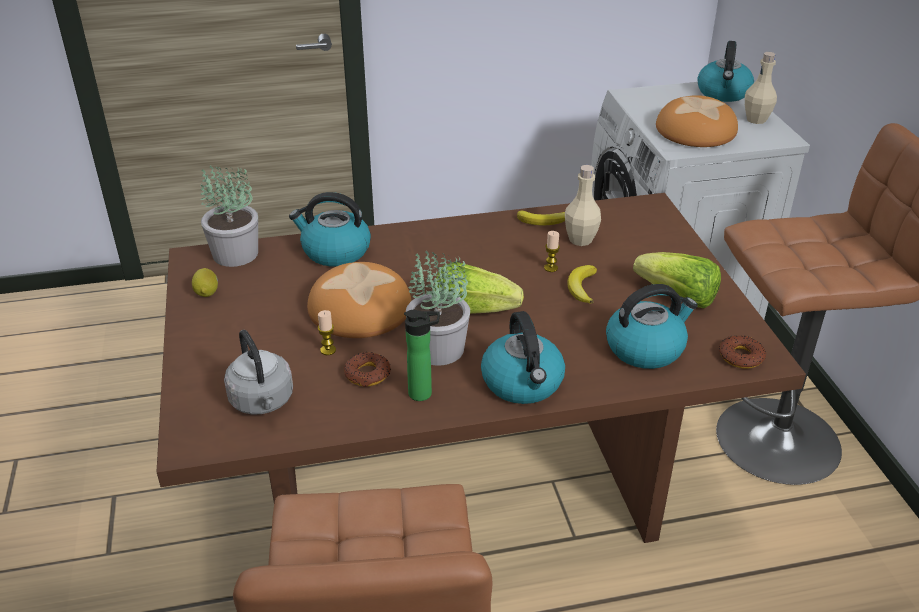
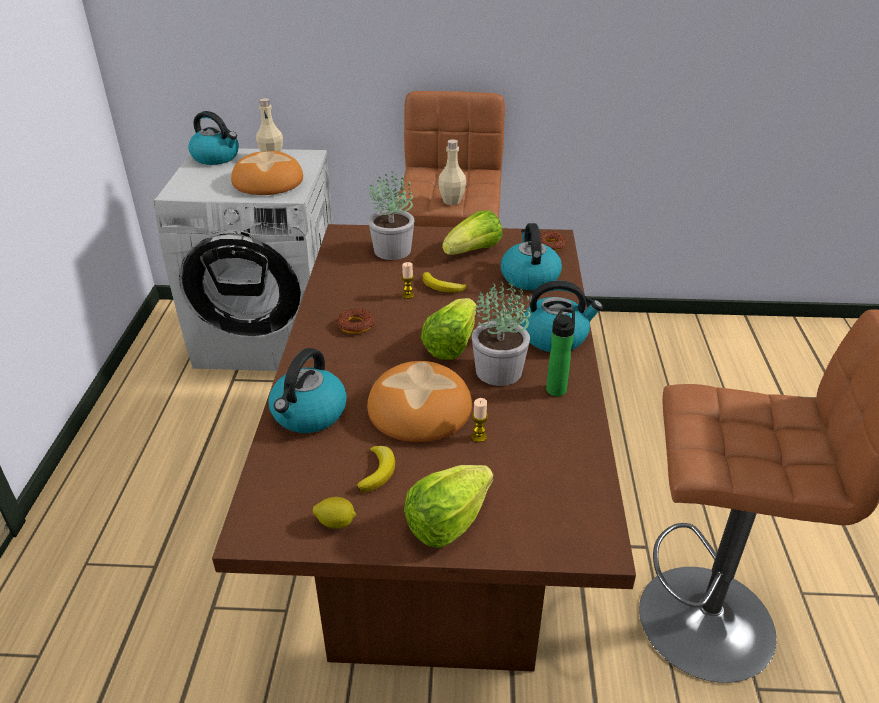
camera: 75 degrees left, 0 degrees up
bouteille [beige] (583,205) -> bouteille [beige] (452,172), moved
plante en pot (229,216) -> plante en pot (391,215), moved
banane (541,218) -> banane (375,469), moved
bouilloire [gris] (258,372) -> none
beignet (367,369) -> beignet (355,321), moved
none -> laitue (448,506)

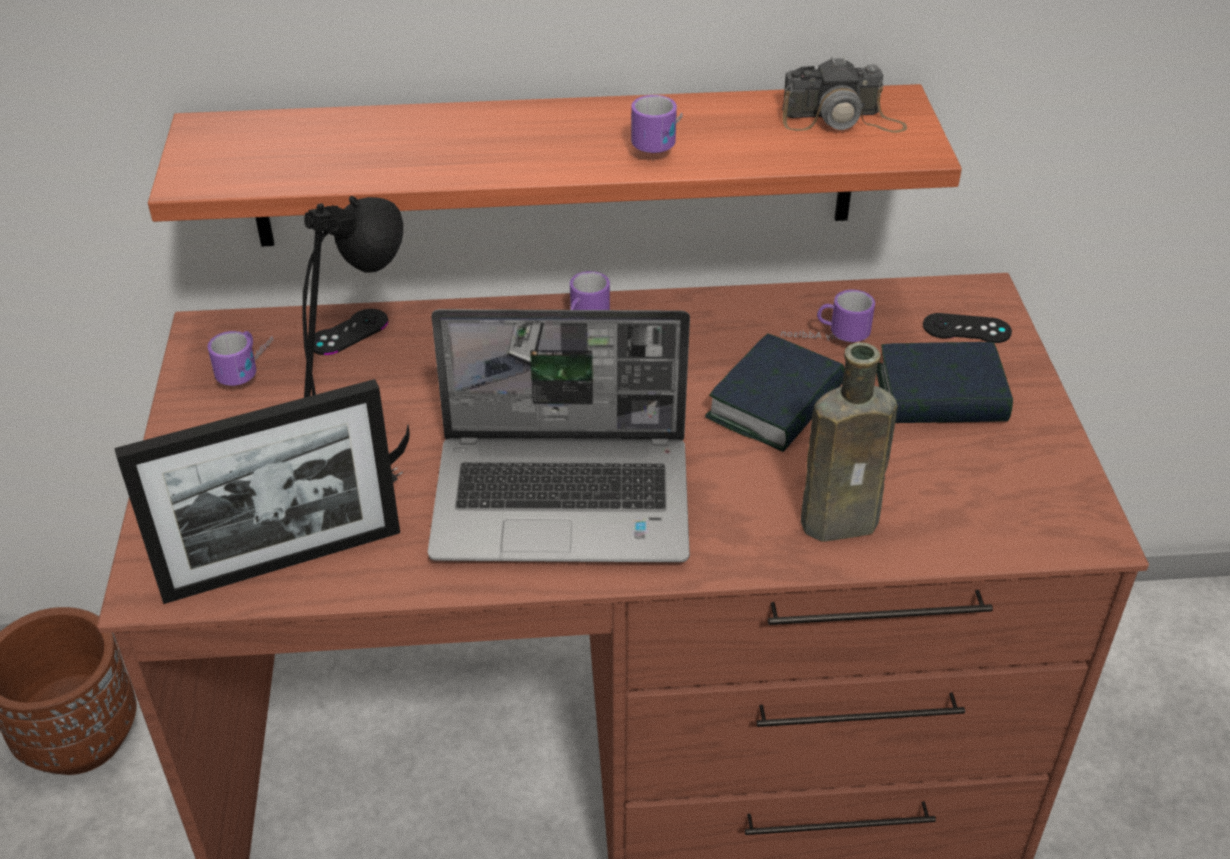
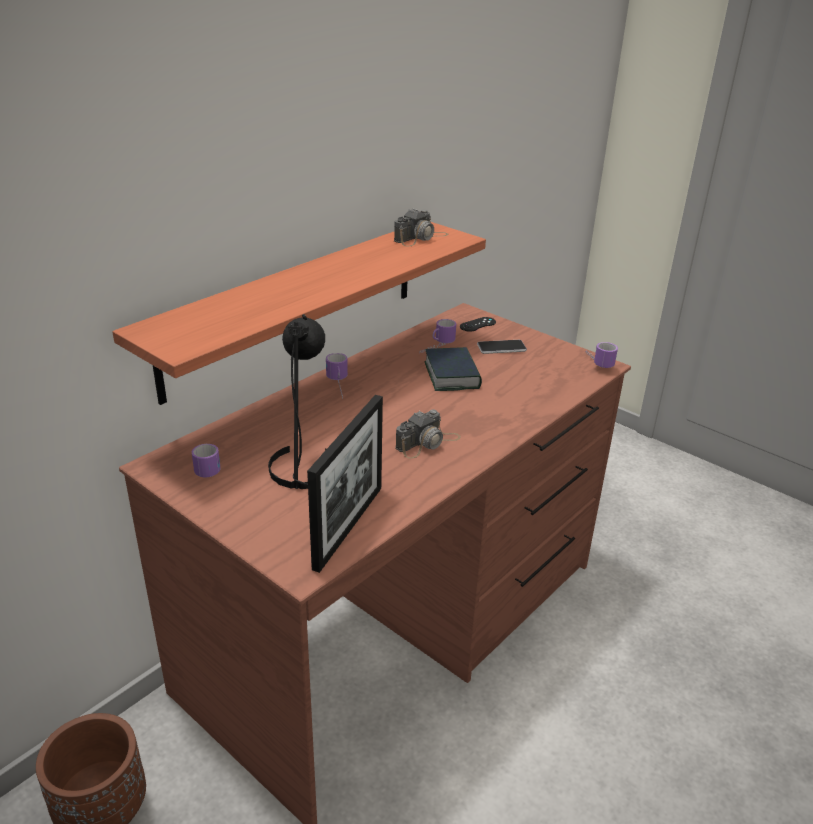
camera: 45 degrees left, 10 degrees down
mug (656,124) -> mug (601,355), moved
manette [noir] (351,332) -> none
ordinateur portable (559,435) -> appareil photo (428,434)
bouteille [marron] (849,442) -> none
livre (945,382) -> téléphone (502,347)

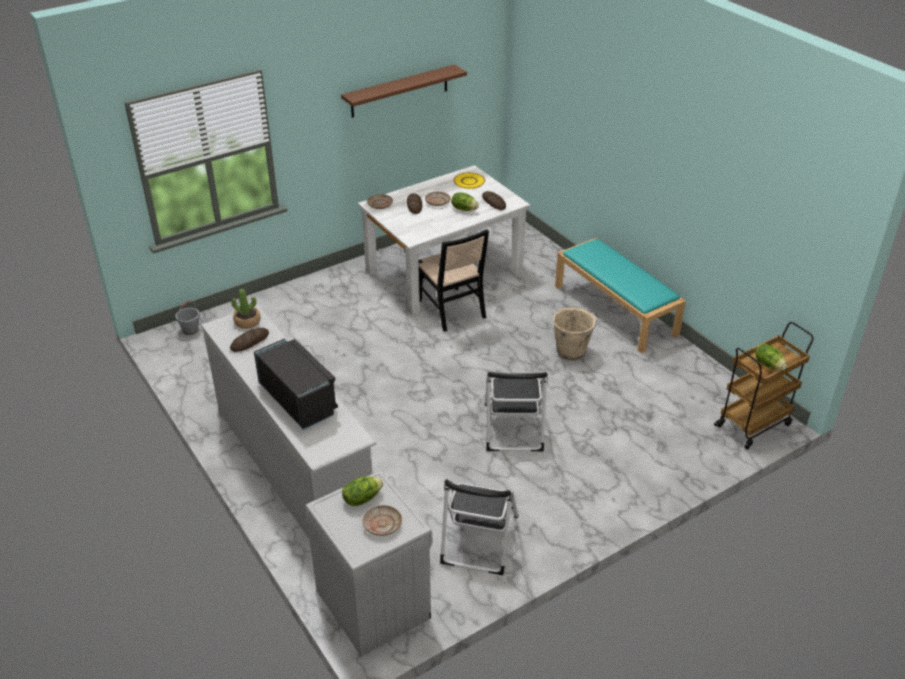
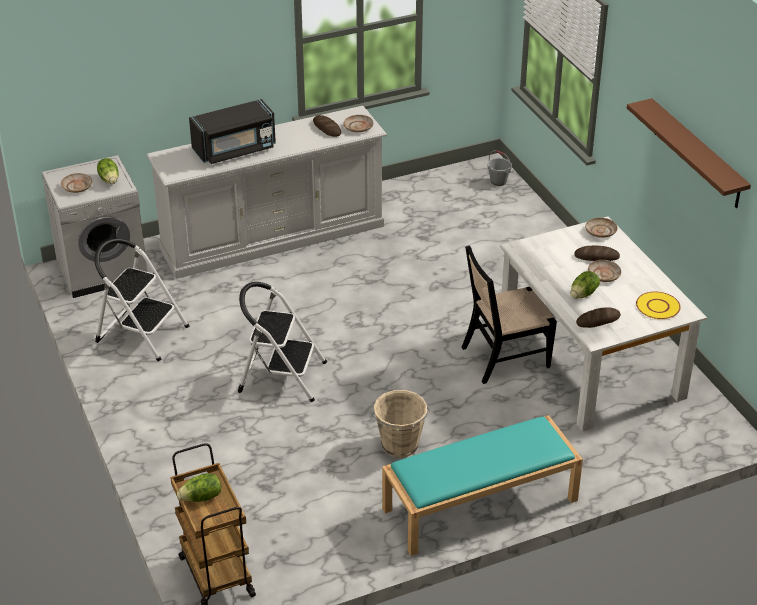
camera: 100 degrees right, 0 degrees up
plante en pot (246,309) -> assiette [beige] (358,123)

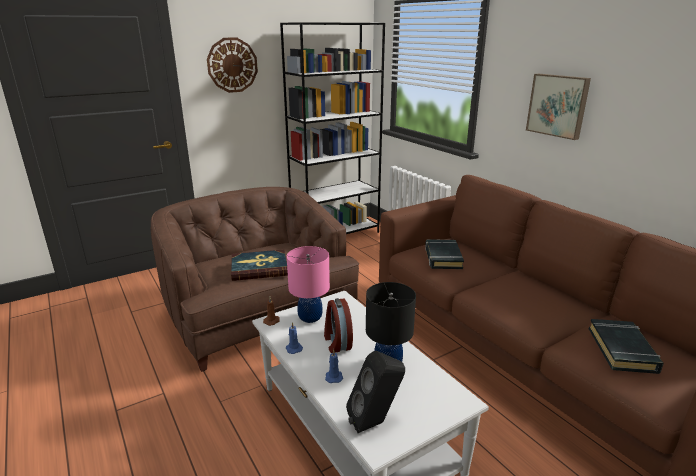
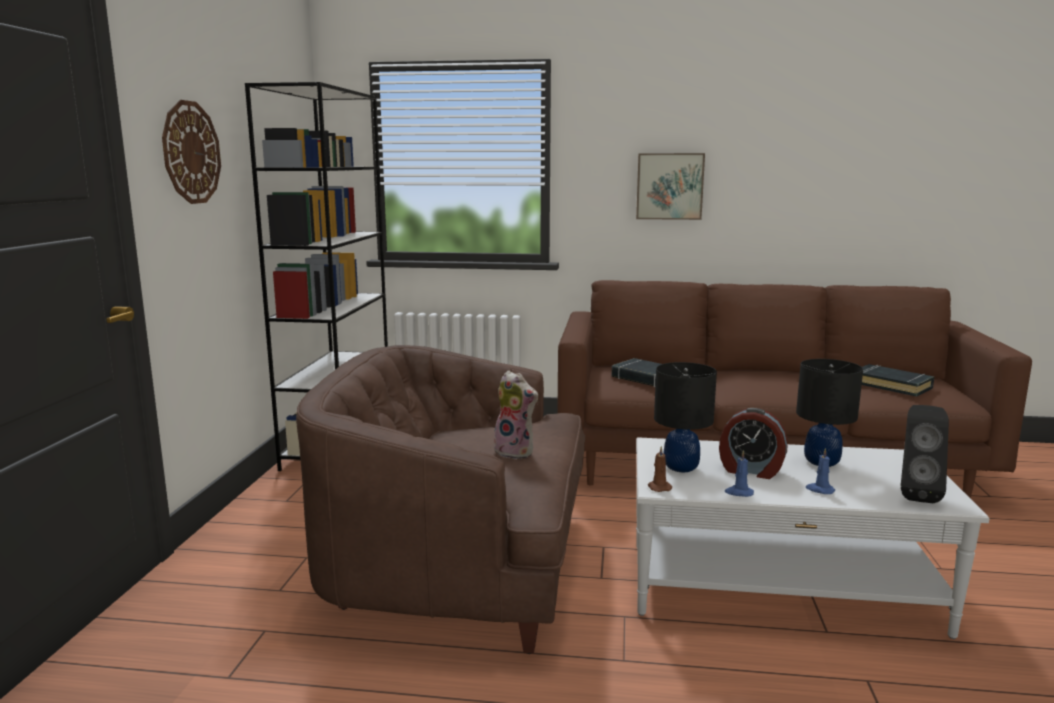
camera: 50 degrees left, 10 degrees down
lampe de table [rose] (308,284) -> lampe de table [noir] (685,417)
livre (259,265) -> peluche (514,415)

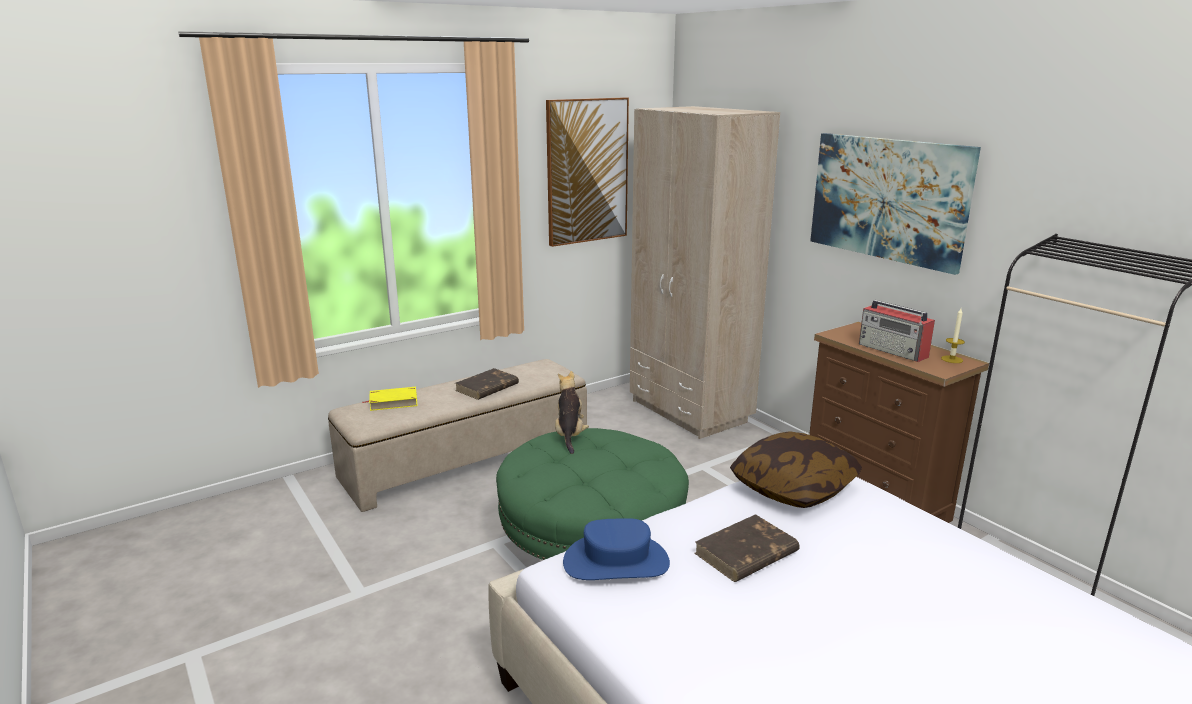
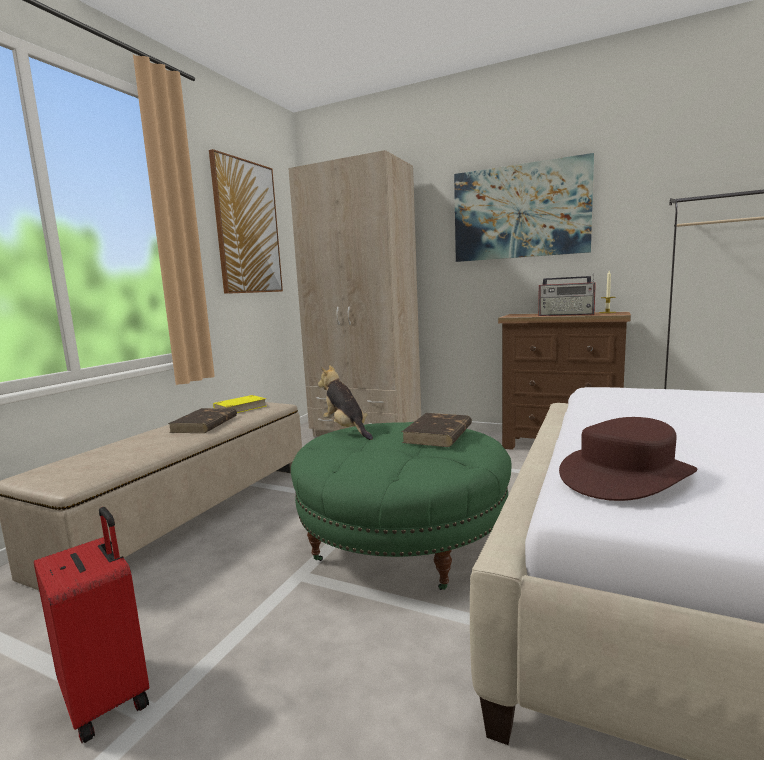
camera: 30 degrees left, 10 degrees down
livre [jaune] (390,399) -> livre [jaune] (239,404), moved
coussin (796,469) -> none
livre [marron] (747,548) -> livre [marron] (437,430), moved
chapeau [bleu] (616,549) -> chapeau [marron] (628,459)
none -> valise [rouge] (91,625)

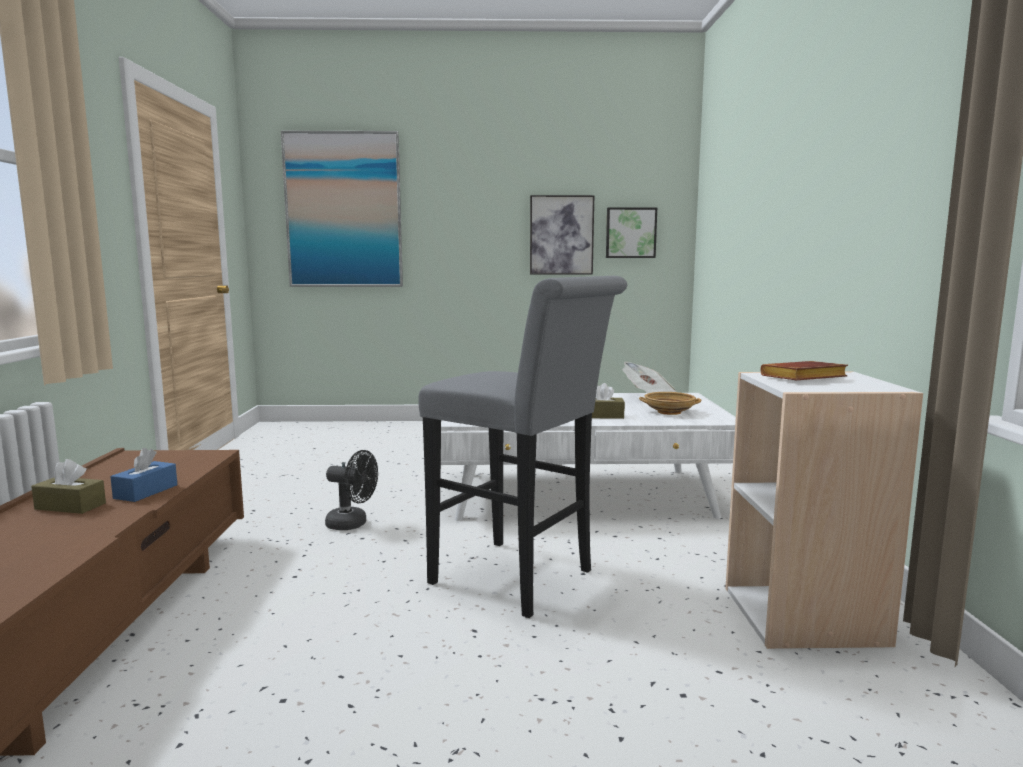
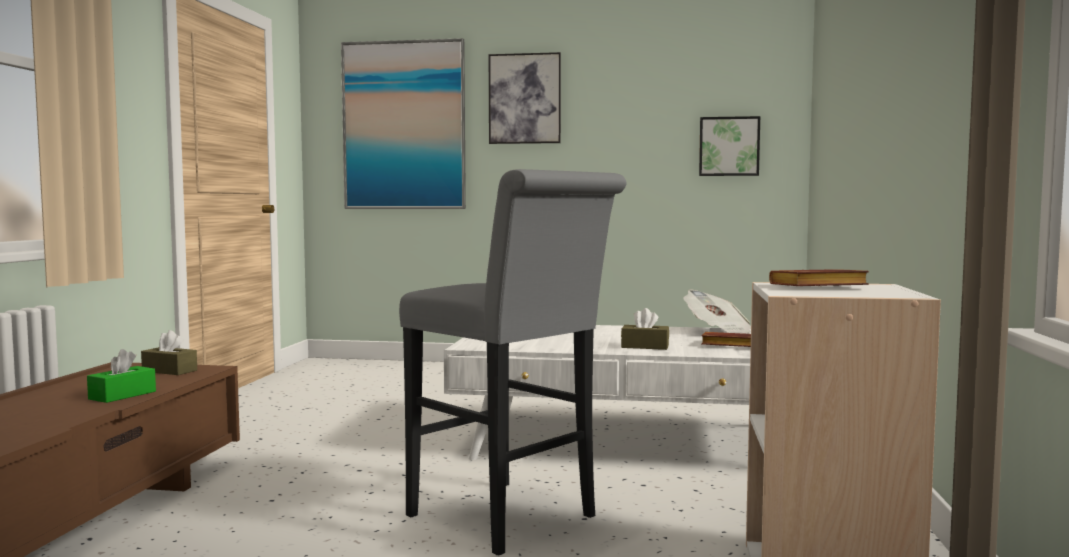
camera: 10 degrees right, 5 degrees down
tableau (562,235) -> tableau (525,98), moved
bol [beige] (670,403) -> livre [marron] (726,339)
boîte à mouchoirs [bleu] (143,475) -> boîte à mouchoirs [vert] (121,376)
ventilateur [noir] (351,490) -> none
boîte à mouchoirs [marron] (68,486) -> boîte à mouchoirs [marron] (169,352), moved

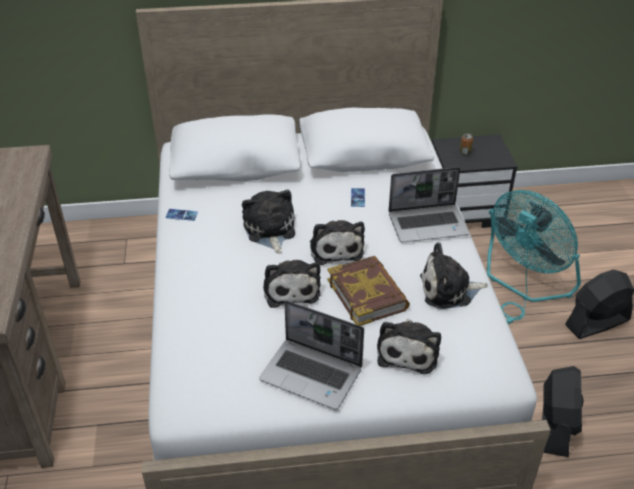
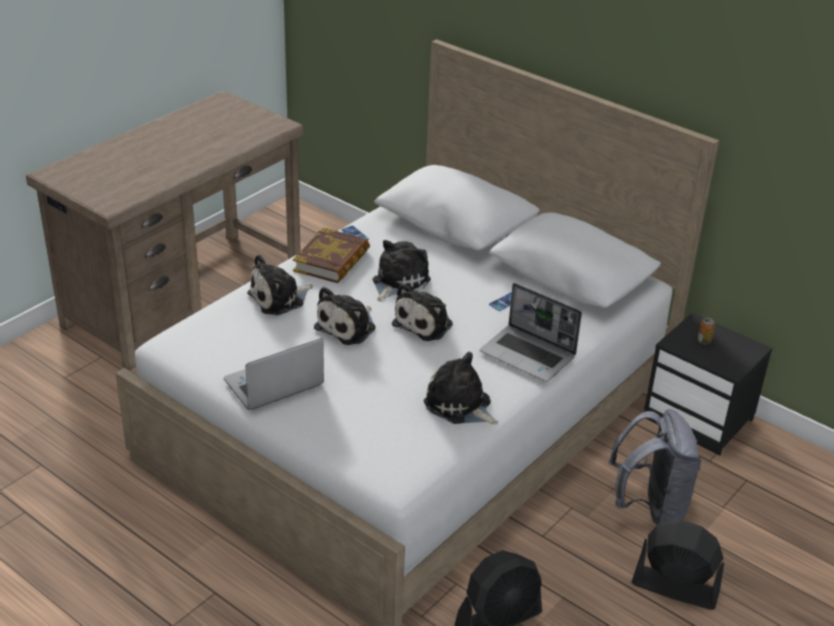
camera: 45 degrees right, 5 degrees down
ventilateur [turquoise] (534,257) -> sac à dos [gris] (655,467)
livre (369,291) -> livre (331,255), moved
ordinateur portable (311,355) -> ordinateur portable (274,374), 75 degrees clockwise
peluche (409,346) -> peluche (280,284), moved

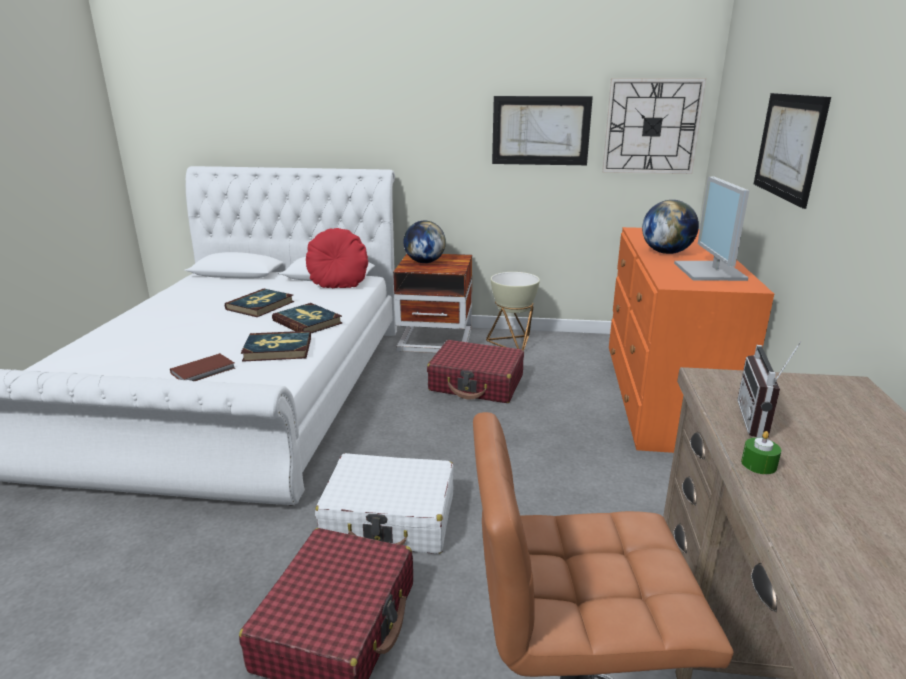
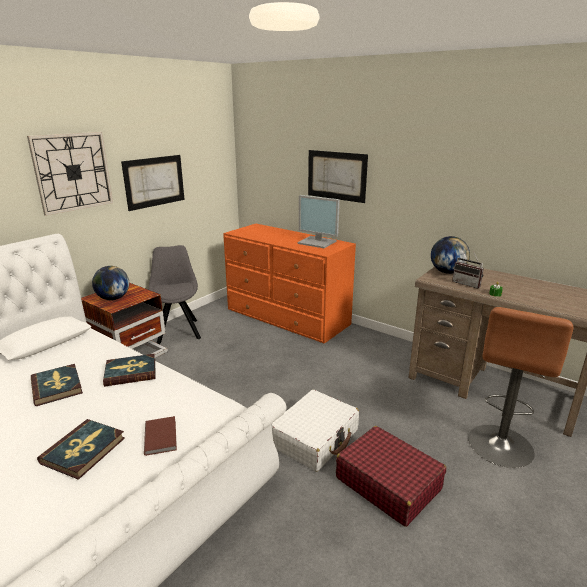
camera: 60 degrees left, 0 degrees up
horloge murale (654,126) -> horloge murale (70,174), moved
globe (670,227) -> globe (450,255), moved
coussin [rouge] (337,258) -> none
cache-pot (513,311) -> chaise [gris] (175,294)
livre (276,346) -> livre (81,449), moved
valise [rouge] (475,371) -> none

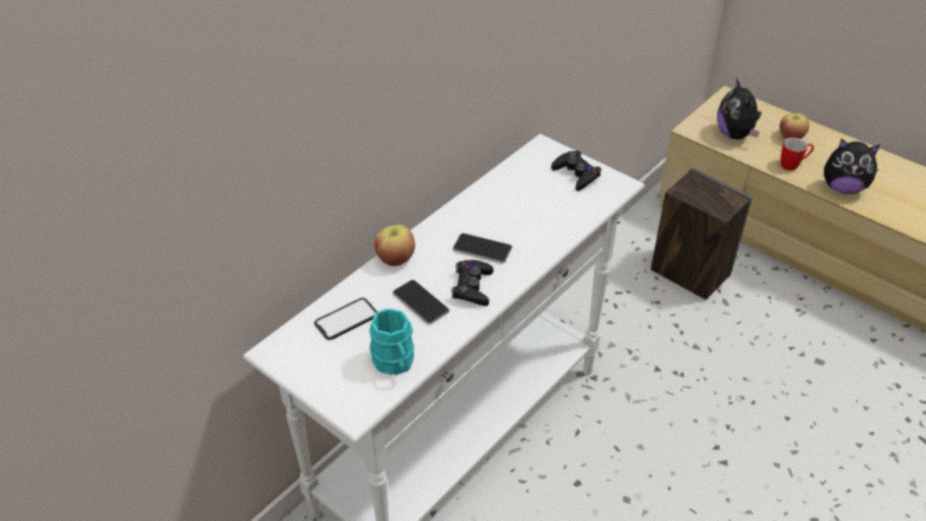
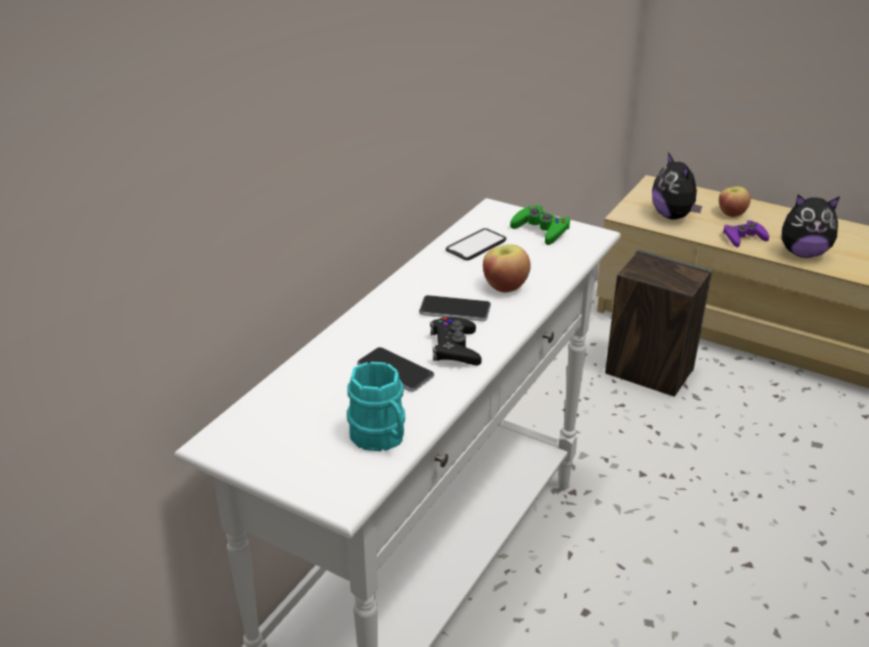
camera: 10 degrees left, 10 degrees down
mug (797,154) -> manette [violet] (746,233)
manette [noir] (576,171) -> manette [vert] (540,225)
pomme (395,245) -> pomme (507,268), moved
téléphone (345,319) -> téléphone (476,244), moved

